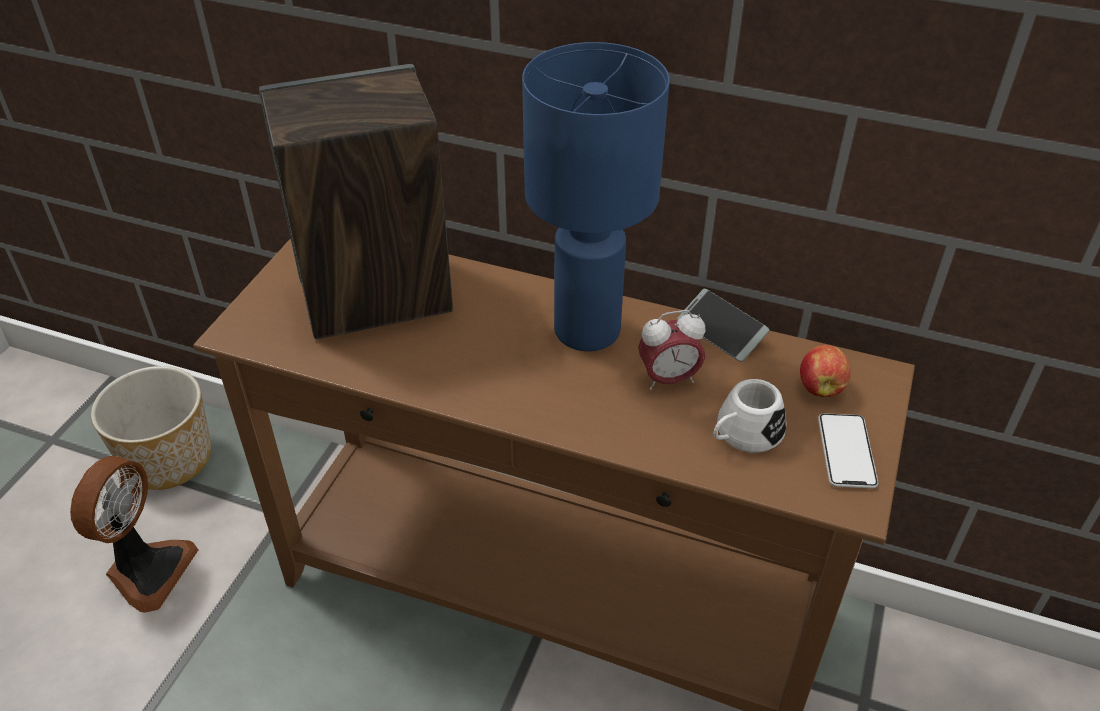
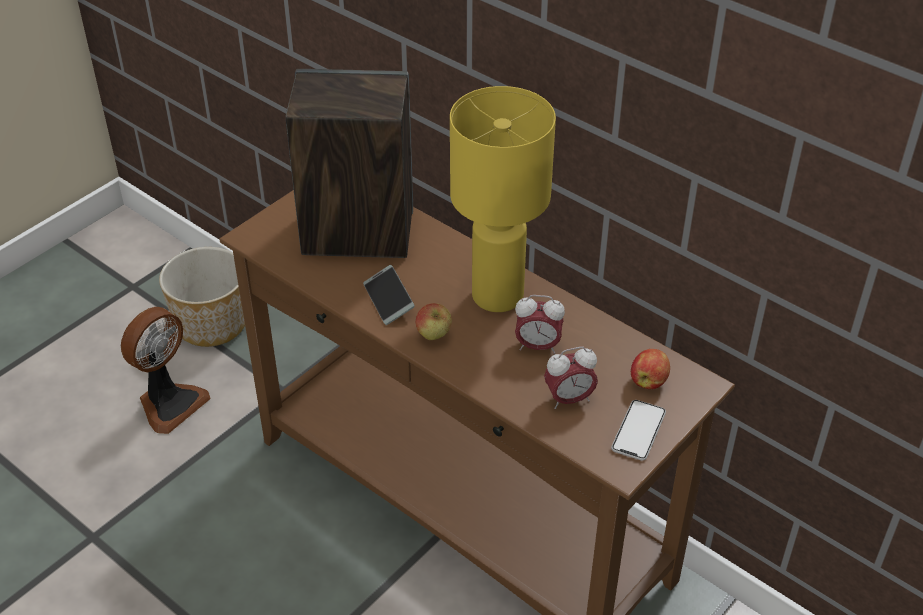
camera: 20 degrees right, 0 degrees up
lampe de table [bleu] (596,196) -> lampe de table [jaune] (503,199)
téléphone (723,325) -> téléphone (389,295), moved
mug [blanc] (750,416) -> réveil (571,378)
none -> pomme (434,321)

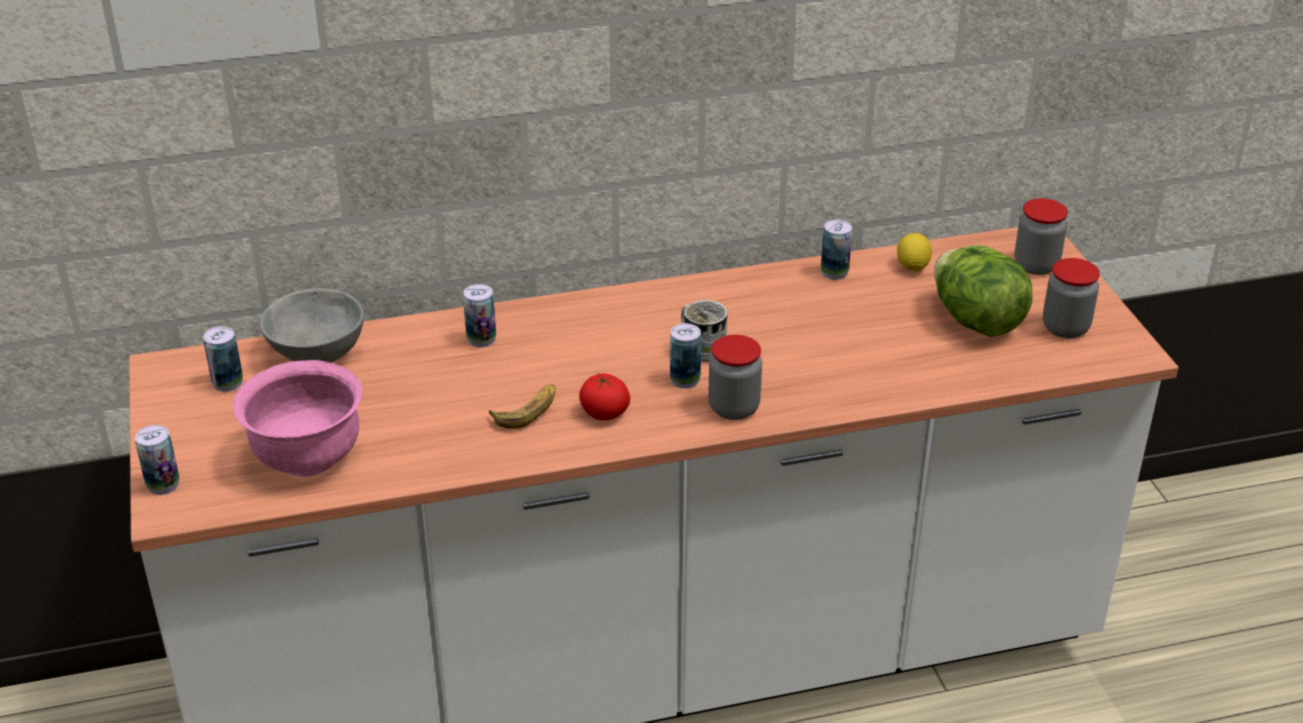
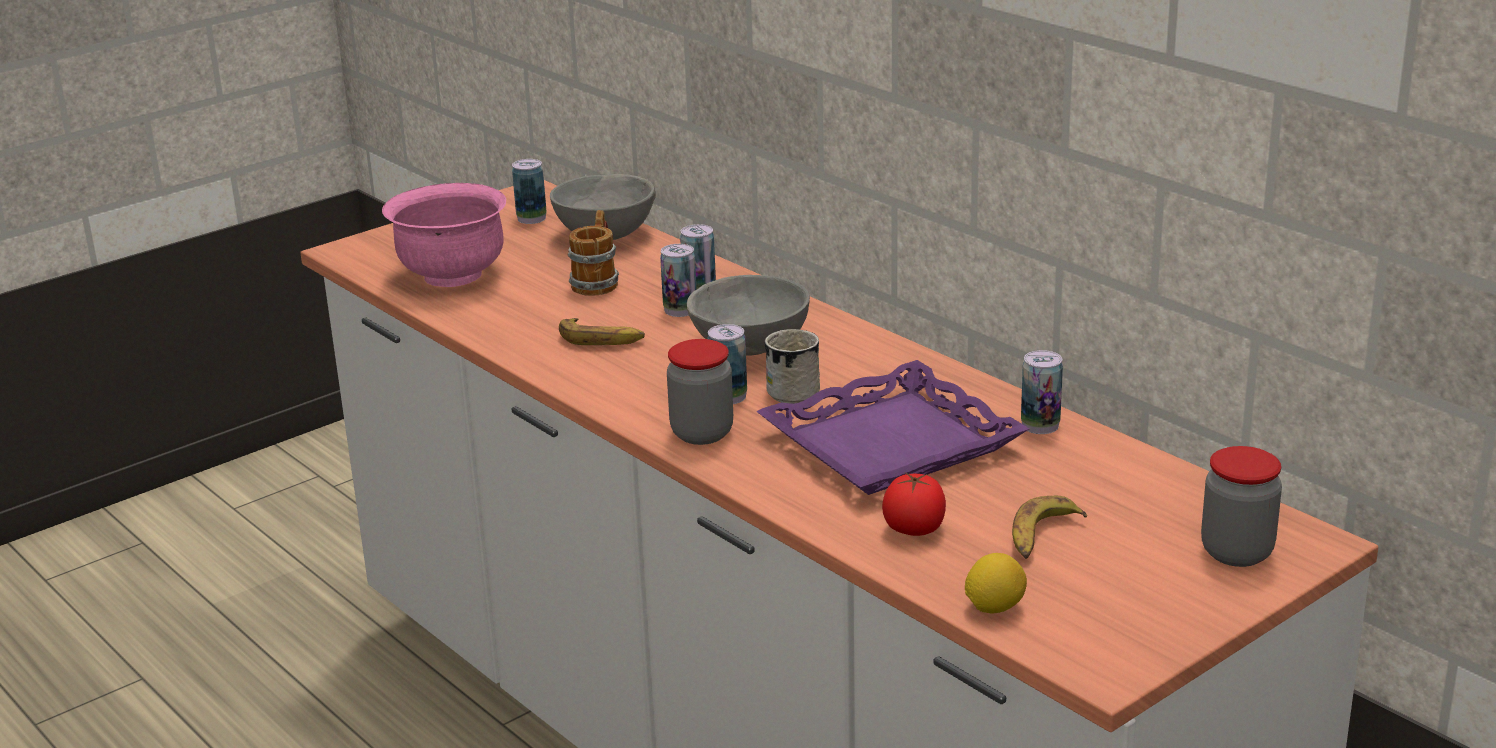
camera: 65 degrees right, 10 degrees down
citron (914,252) -> citron (996,583), moved
laitue (983,291) -> banane (1049,527)
bocal (1071,298) -> none
tomate (604,397) -> tomate (914,504), moved
boîte métallique (157,460) -> boîte métallique (678,280), moved
none -> mug (593,253)
none -> bol [gris] (748,315)
none -> plateau [violet] (892,427)

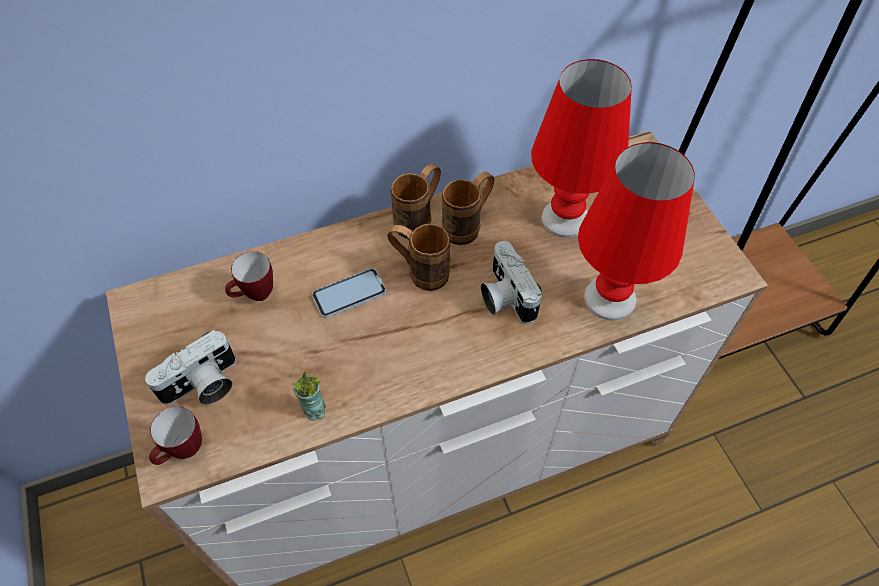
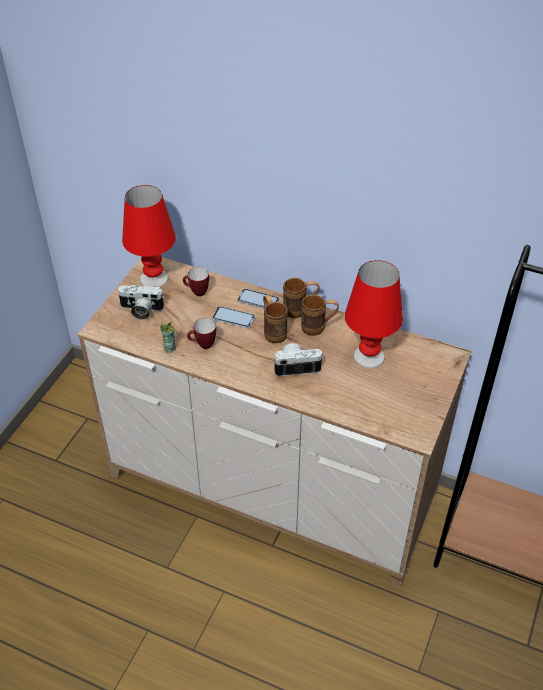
camera: 45 degrees right, 10 degrees down
lampe de table [rouge] (636,231) -> lampe de table [rouge] (149,236), moved
appareil photo (511,282) -> appareil photo (299,360), 60 degrees clockwise
mug (175,435) -> mug (201,333), moved
none -> téléphone (258,298)

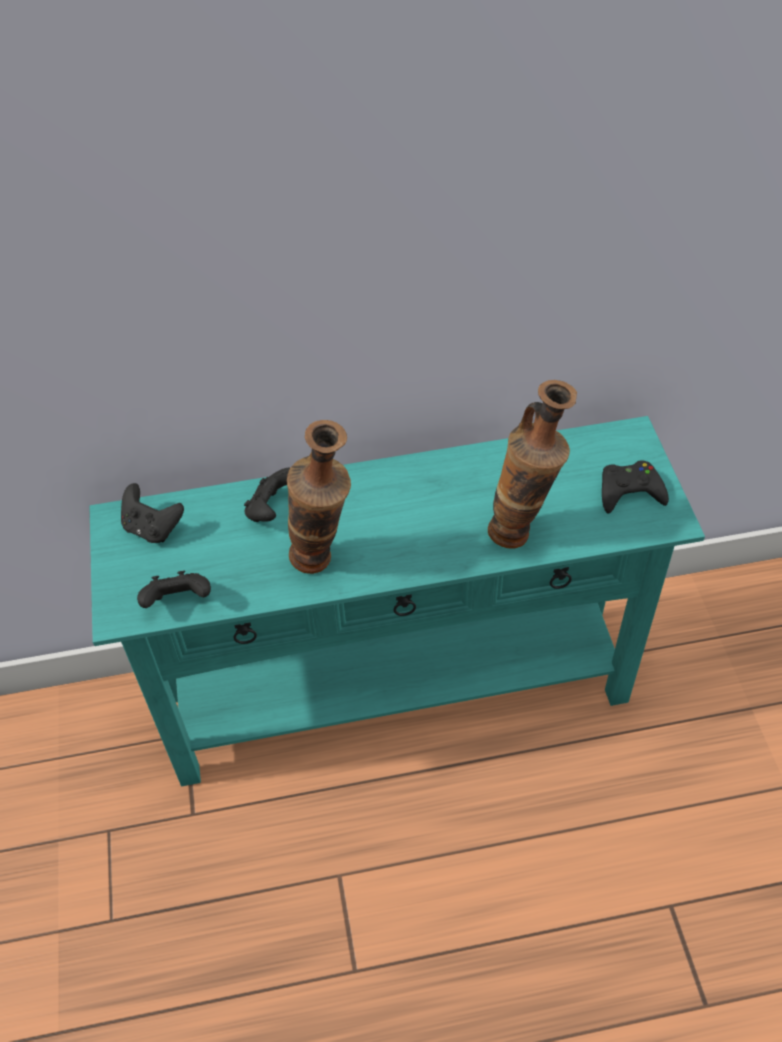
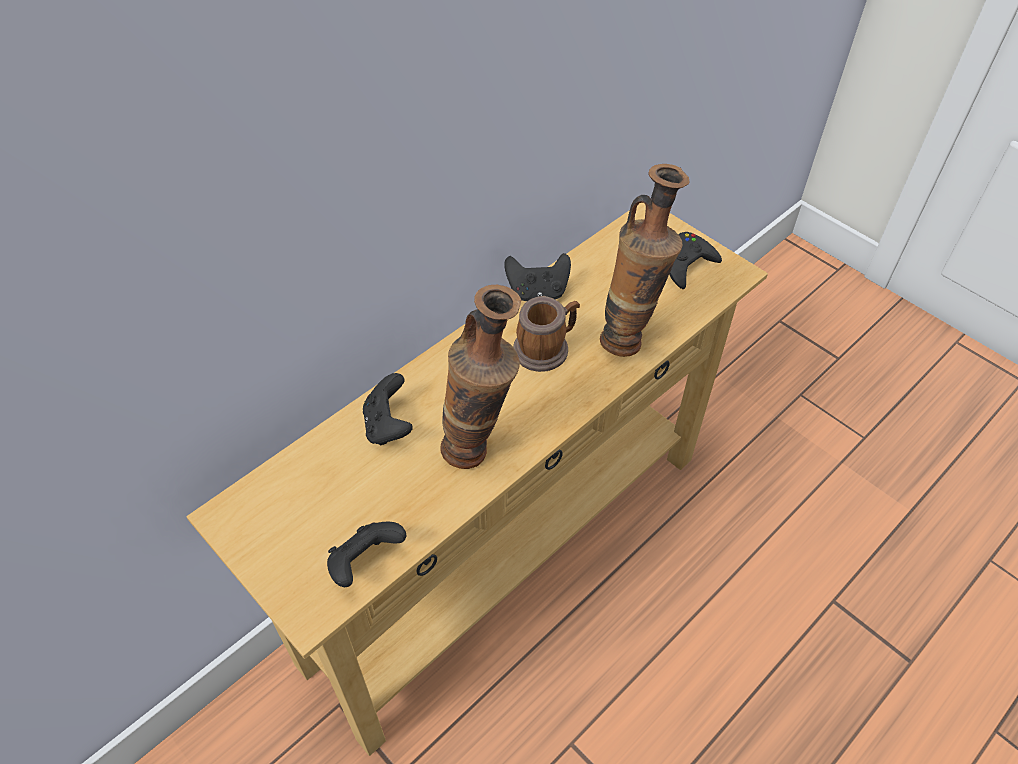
camera: 35 degrees left, 0 degrees up
table console [turquoise] (397,601) -> table console [beige] (477,479)
manette [noir] (152,513) -> manette [noir] (537,277), moved
none -> mug (546,334)

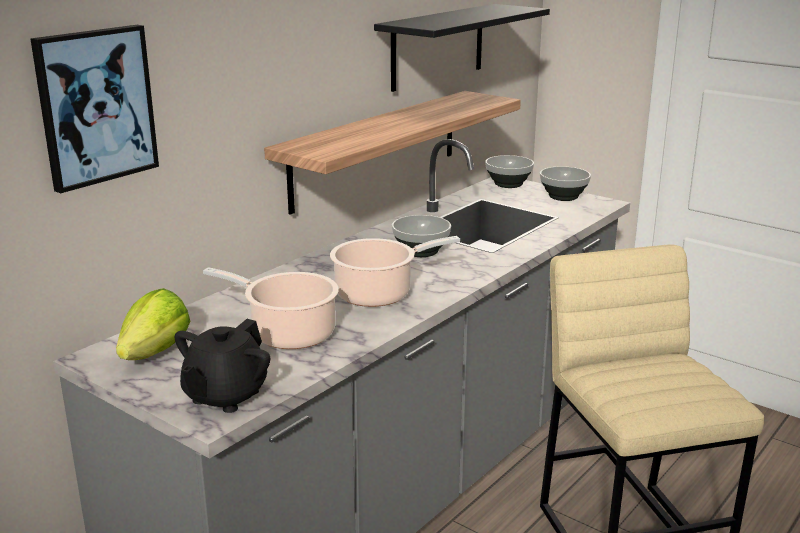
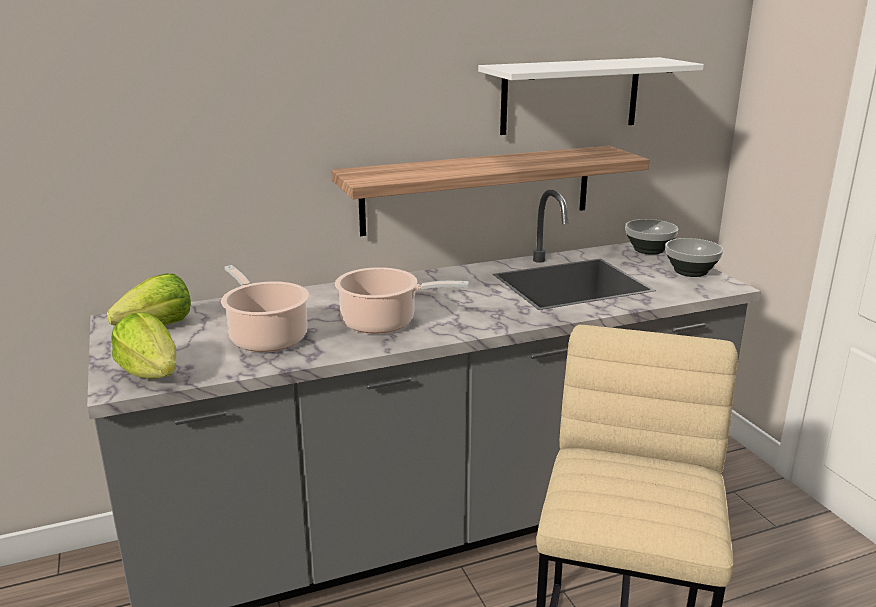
camera: 30 degrees right, 0 degrees up
étagère [noir] (462,48) -> étagère [blanc] (591,96)
tableau (94,109) -> none
bol (421,236) -> none
théière [noir] (222,366) -> laitue (143,346)

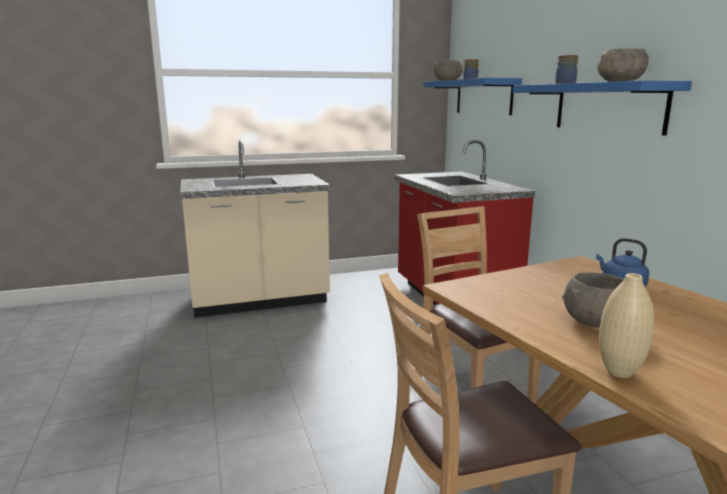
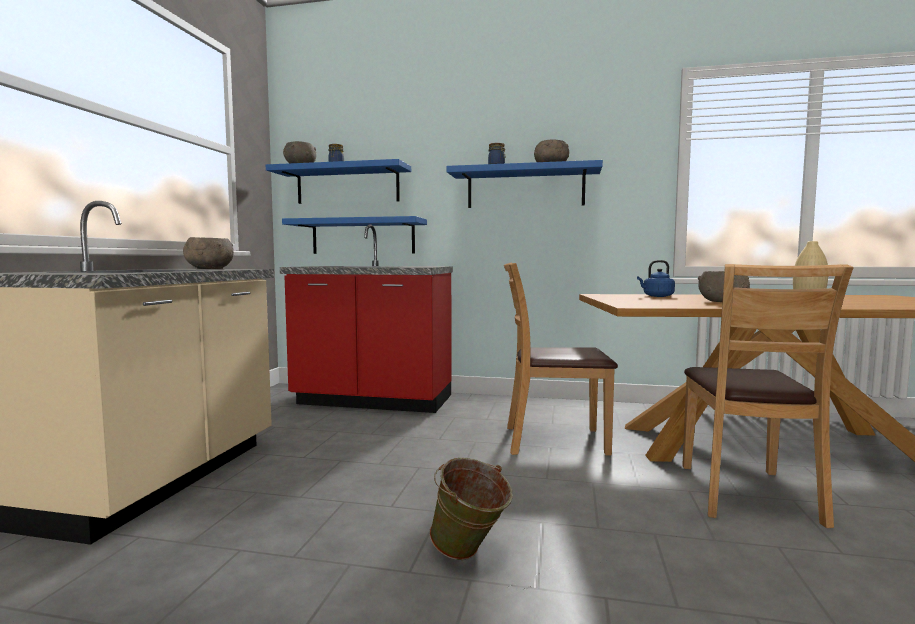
camera: 60 degrees left, 10 degrees down
none -> étagère [bleu] (354,235)
none -> bol [gris] (208,253)
none -> seau [vert] (471,508)

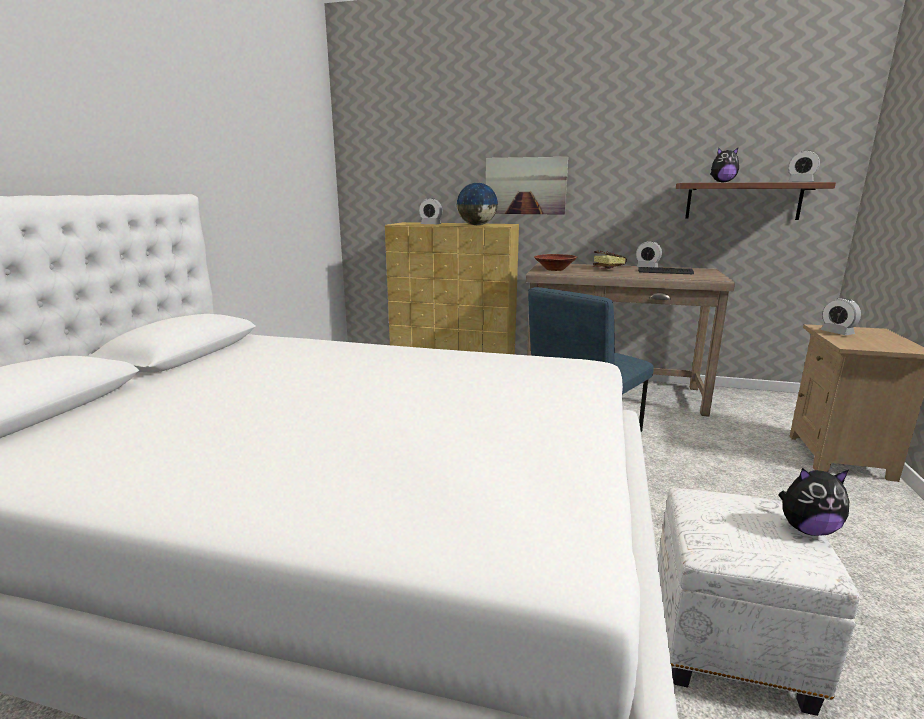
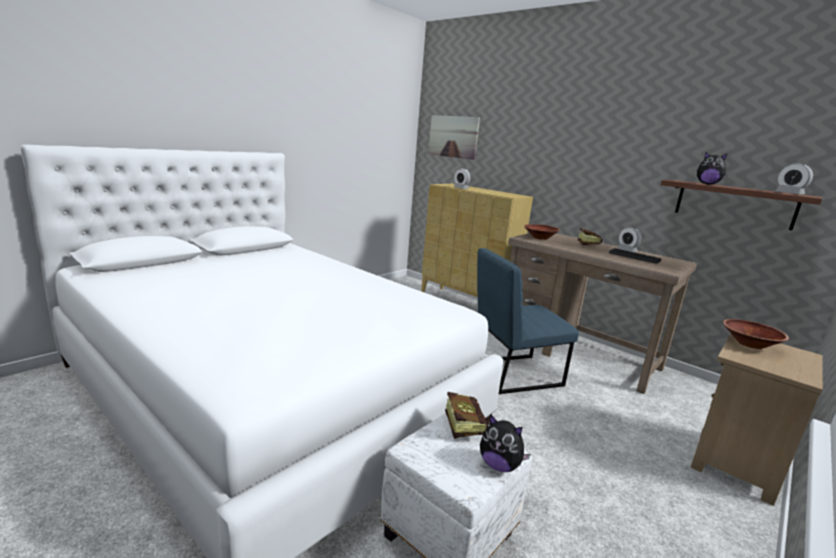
camera: 25 degrees right, 0 degrees up
tableau (527,186) -> tableau (454,137), moved
globe (477,204) -> none
réveil (840,316) -> bol [marron] (756,334)
none -> livre (466,415)

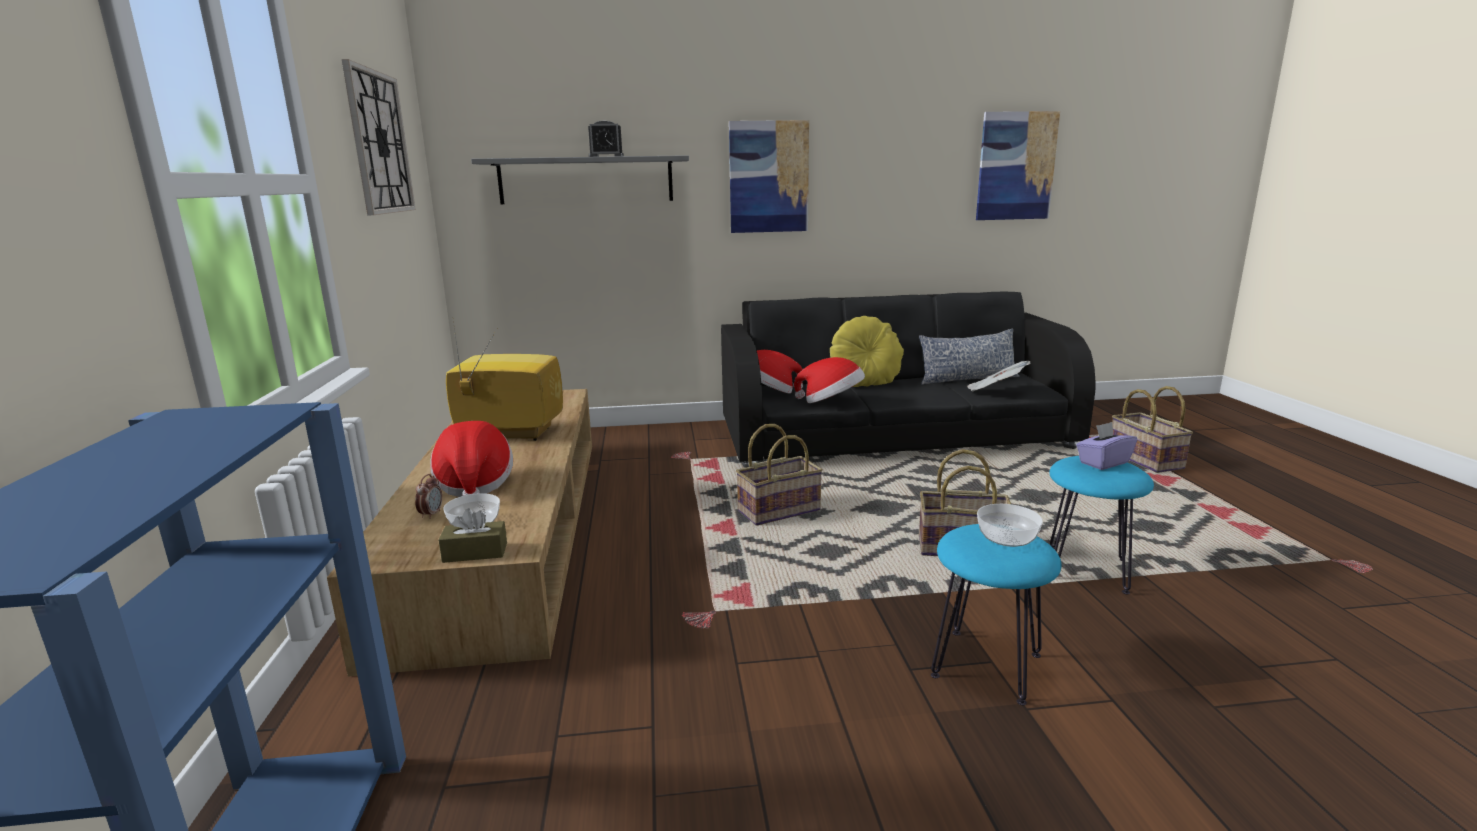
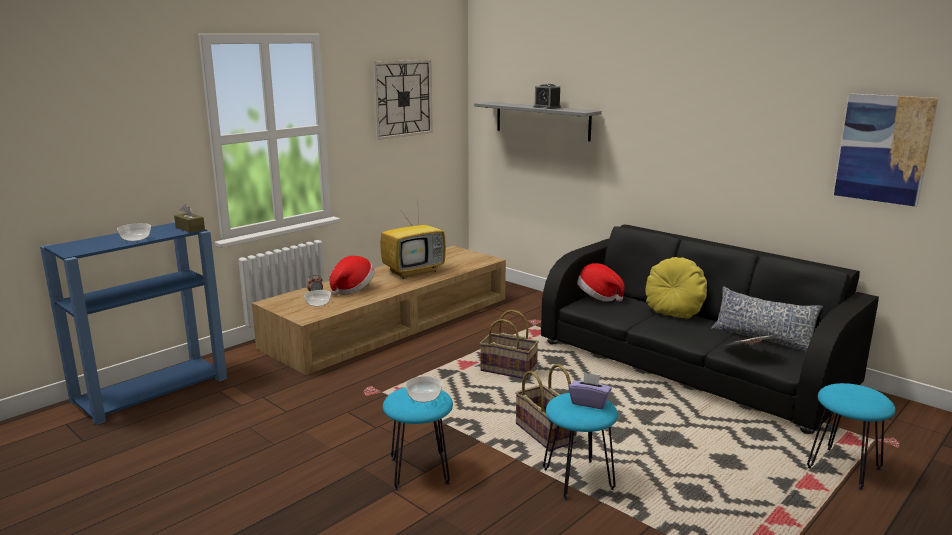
camera: 50 degrees right, 0 degrees up
tableau (769,176) -> none
téléviseur (504,377) -> téléviseur (413,243), 90 degrees clockwise
chapeau (829,380) -> none
panier (1152,429) -> tabouret [turquoise] (851,437)
boîte à mouchoirs [marron] (472,535) -> boîte à mouchoirs [marron] (189,218), moved
none -> bol (134,232)

